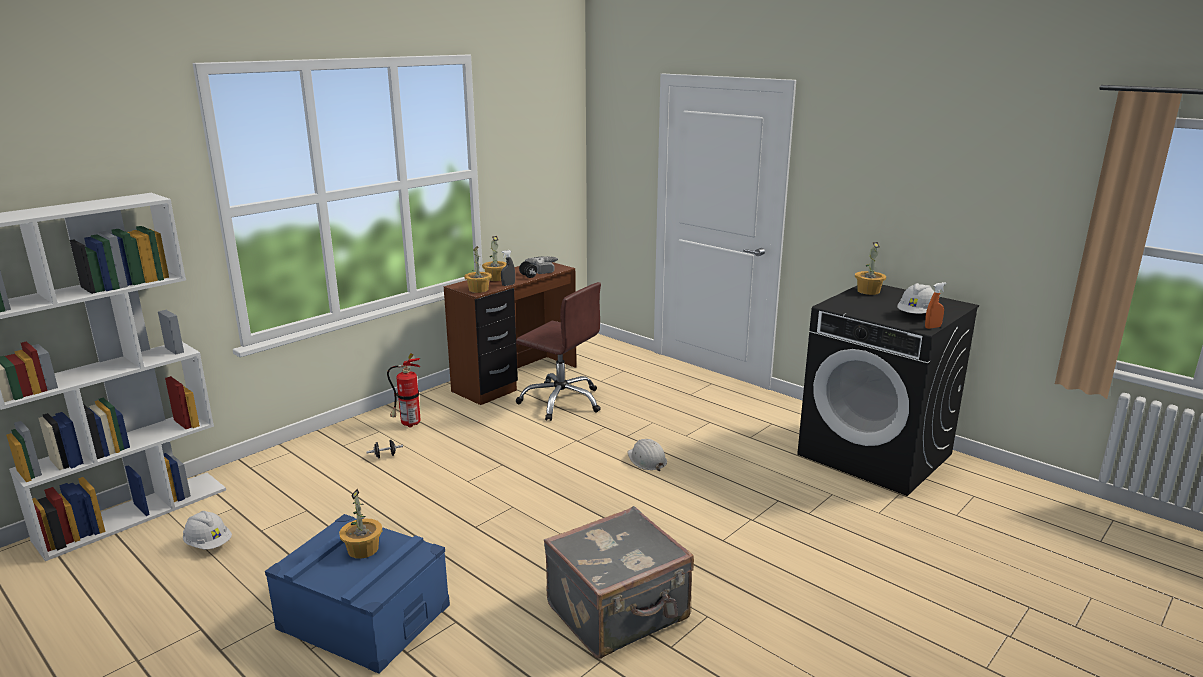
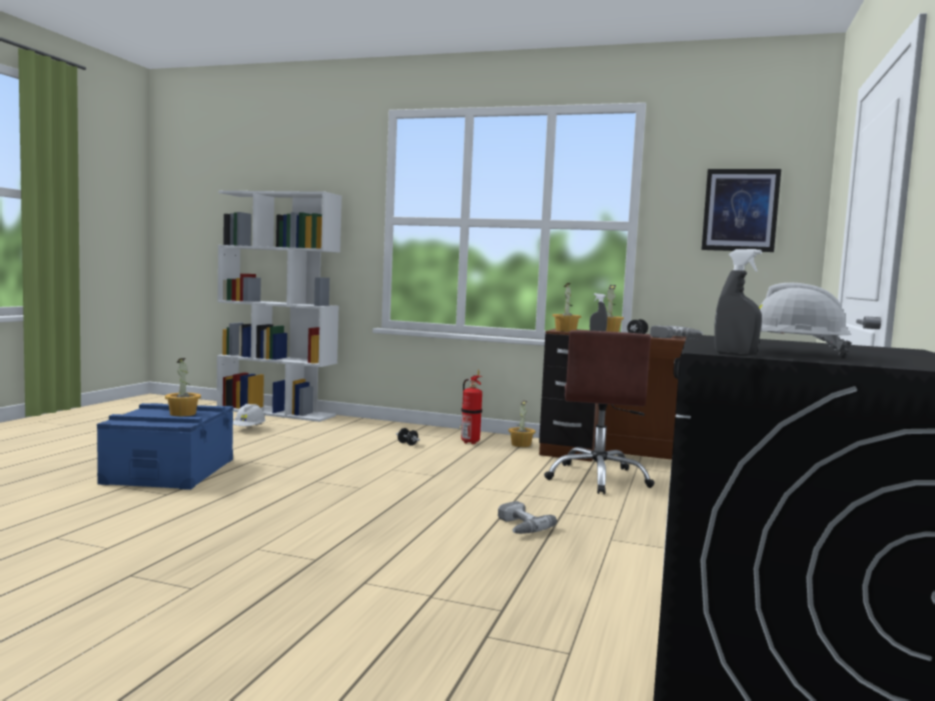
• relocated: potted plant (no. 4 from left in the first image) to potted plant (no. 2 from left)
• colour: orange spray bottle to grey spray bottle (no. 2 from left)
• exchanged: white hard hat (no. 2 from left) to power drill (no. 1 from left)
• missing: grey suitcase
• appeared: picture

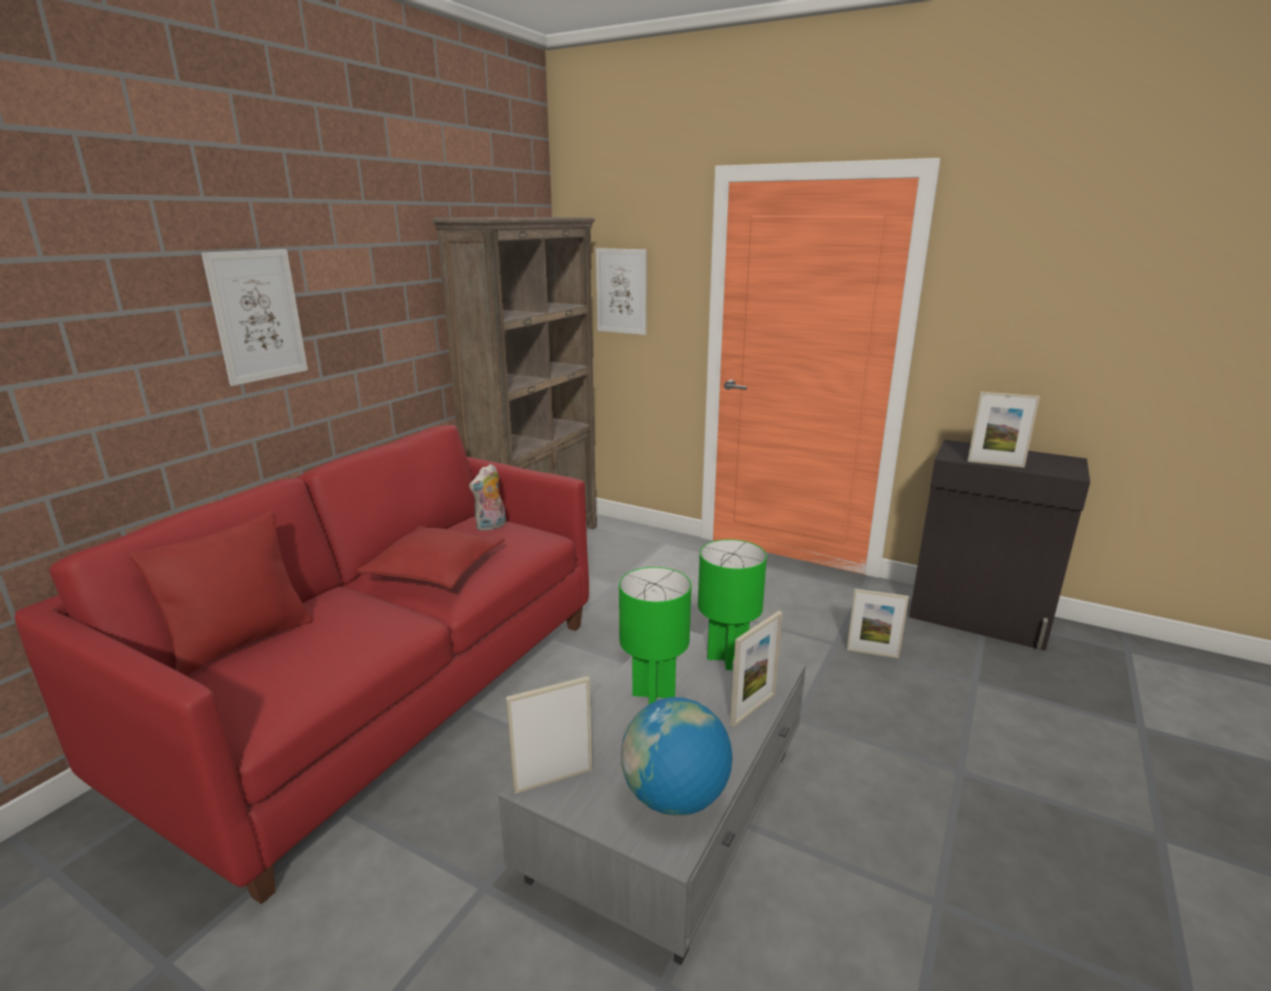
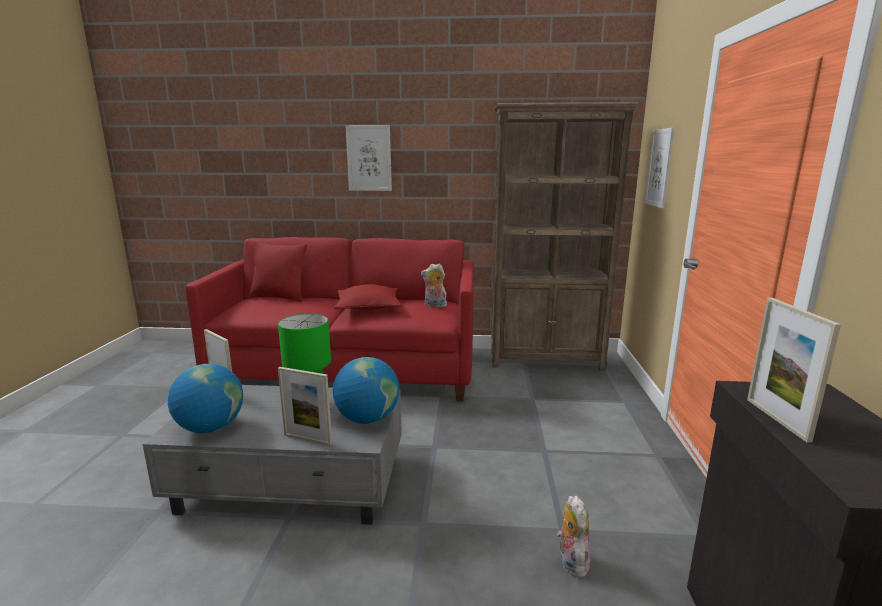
• exchanged: green table lamp (no. 2 from left) to globe (no. 2 from left)
• exchanged: picture frame (no. 3 from left) to plush toy (no. 2 from left)

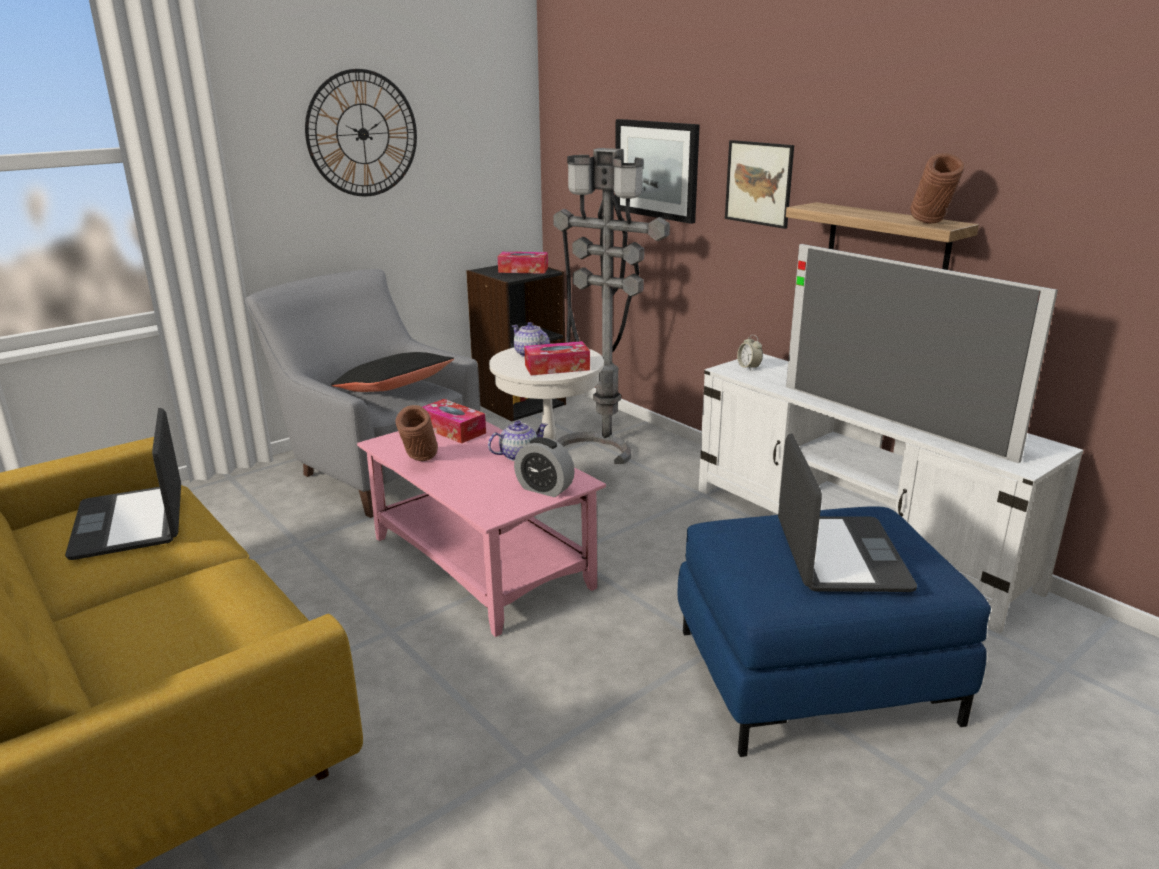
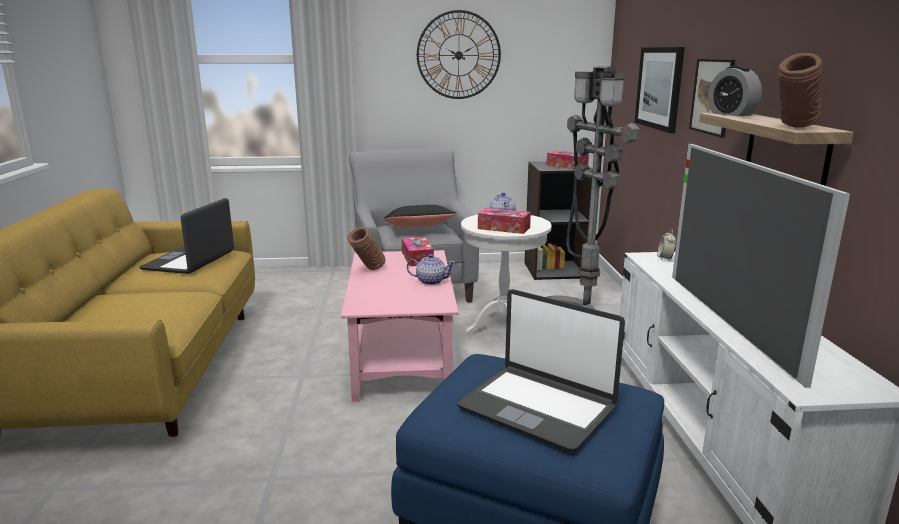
• spun: laptop (no. 2 from left) 90 degrees clockwise
• relocated: alarm clock (no. 1 from left in the first image) to alarm clock (no. 2 from left)

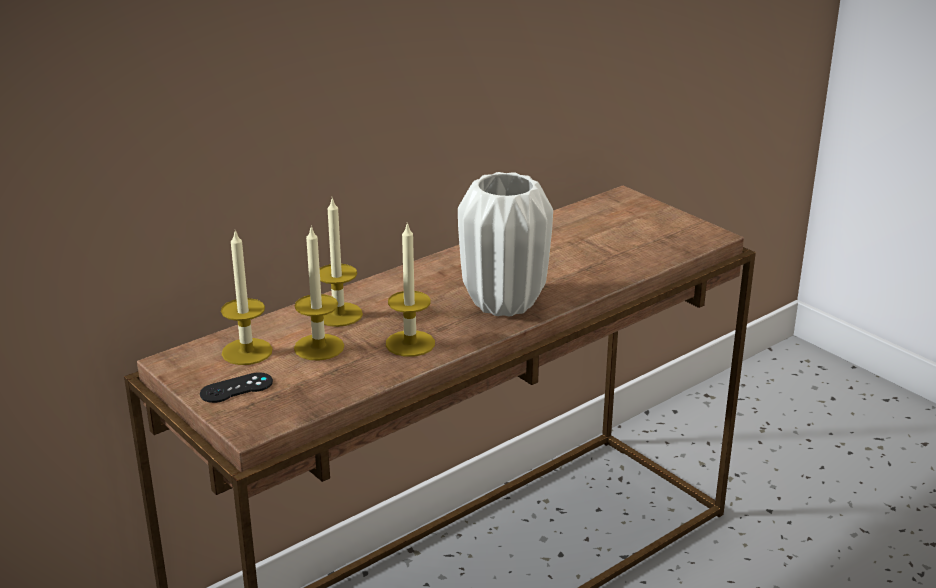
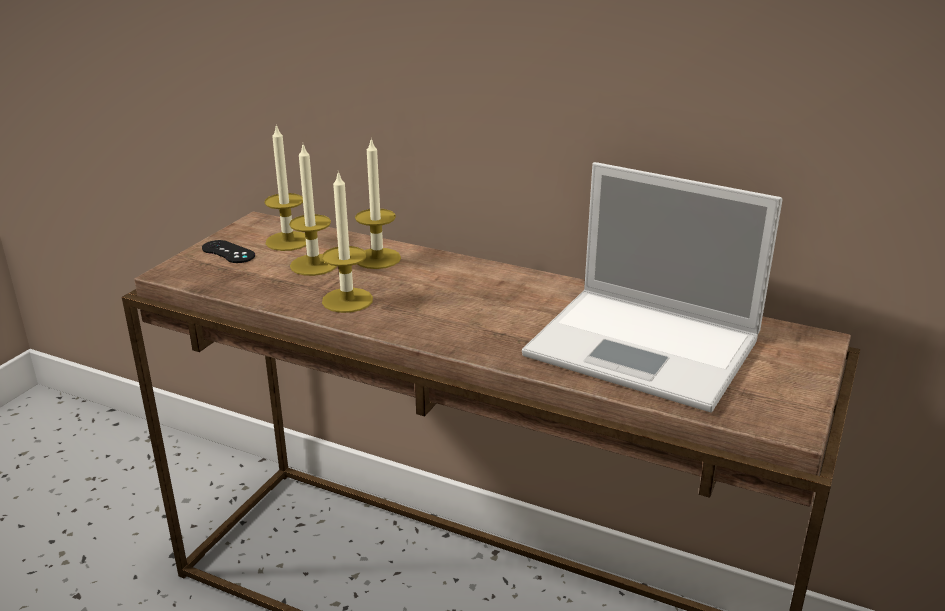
• missing: white vase
• appeared: laptop

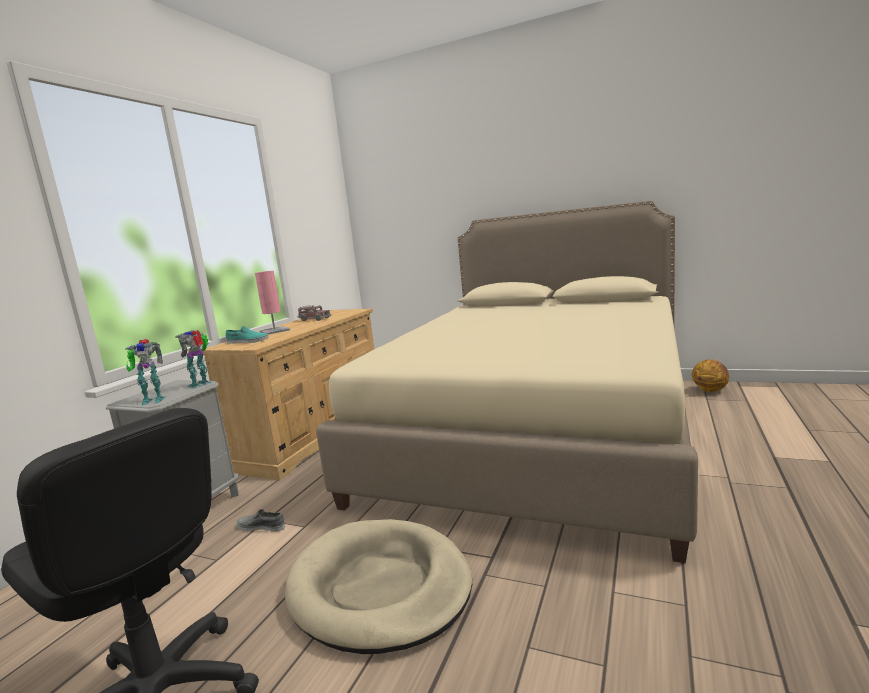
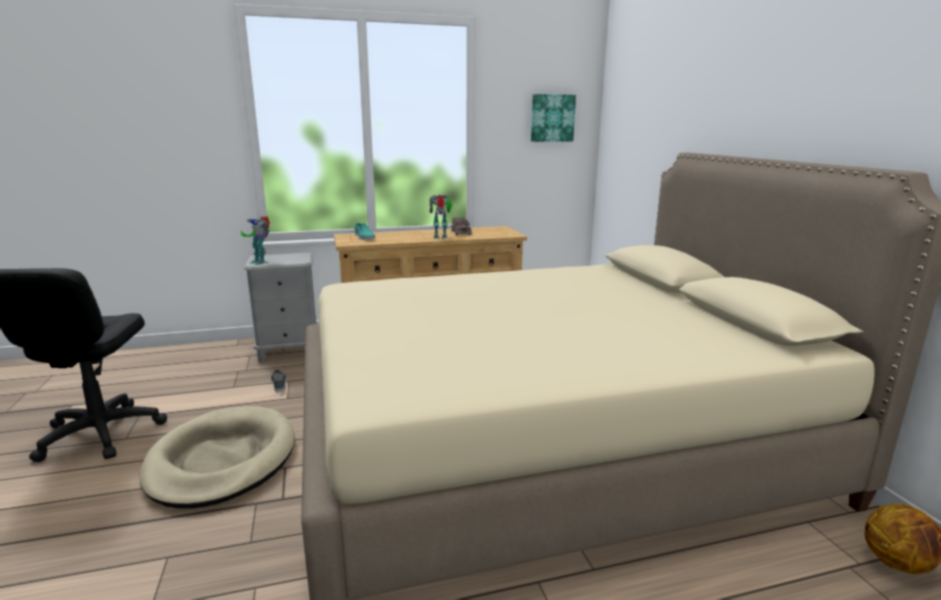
• missing: pink table lamp
• relocated: toy robot (no. 2 from left)
• appeared: picture

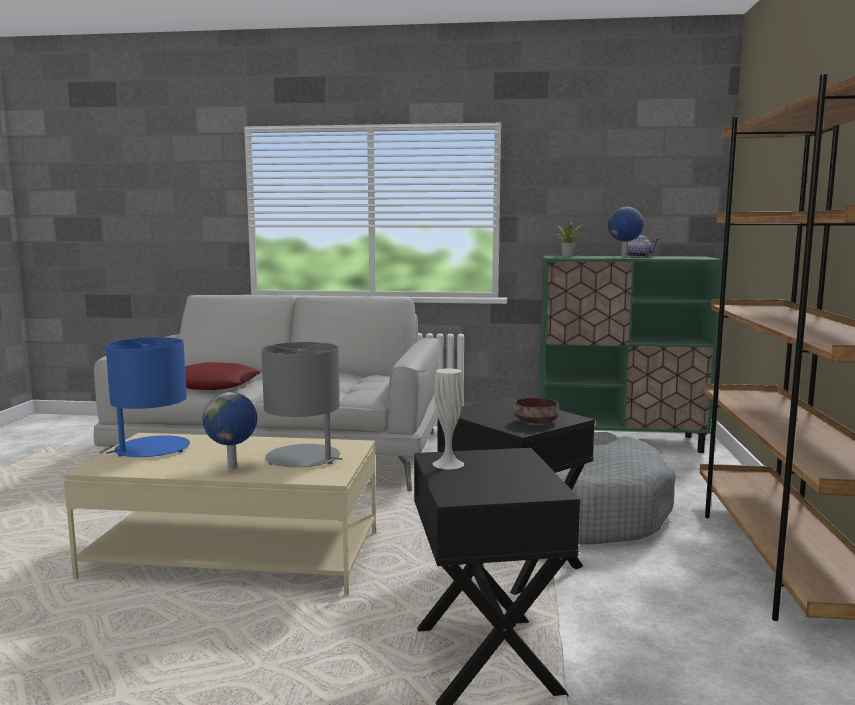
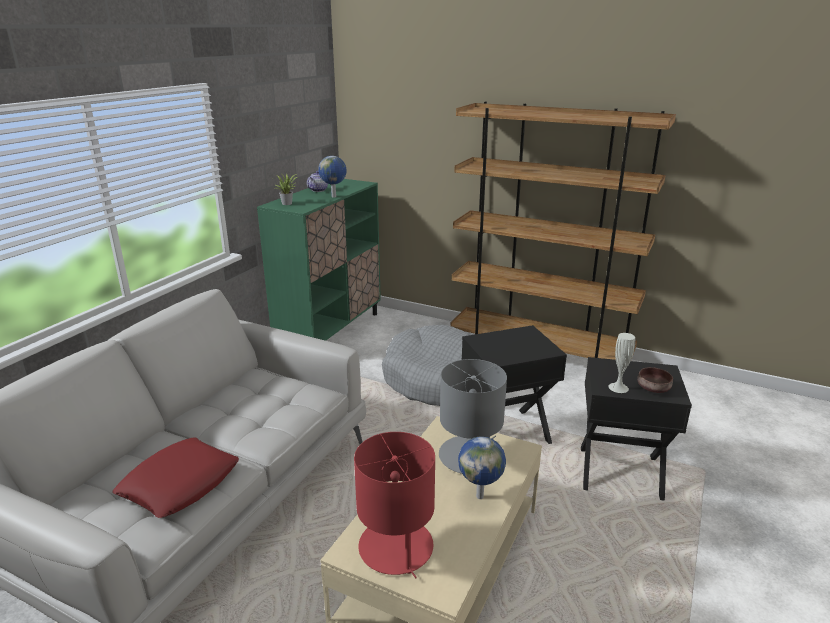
• colour: blue table lamp to red table lamp
• relocated: brown bowl

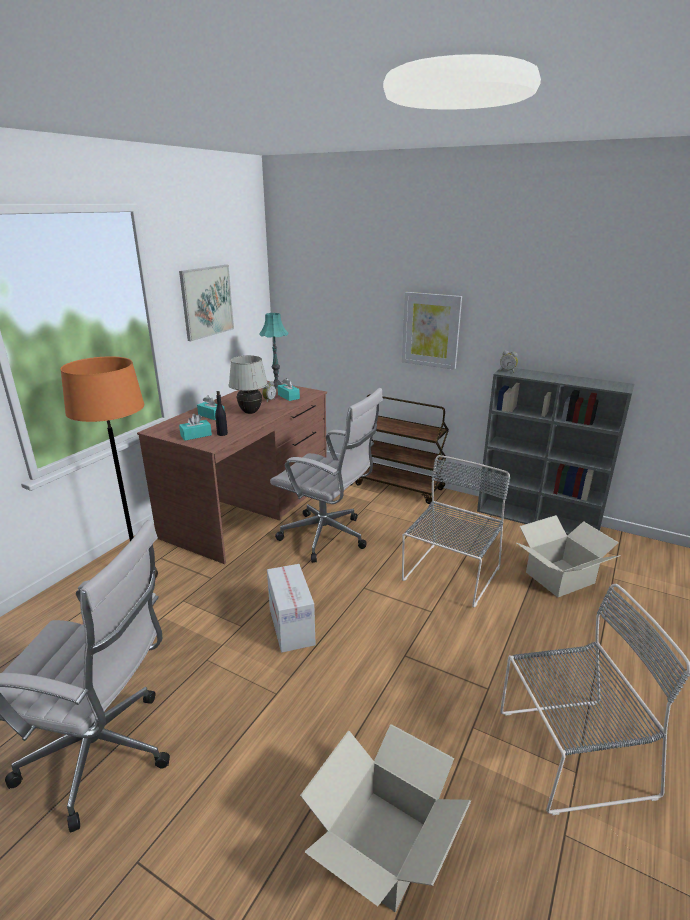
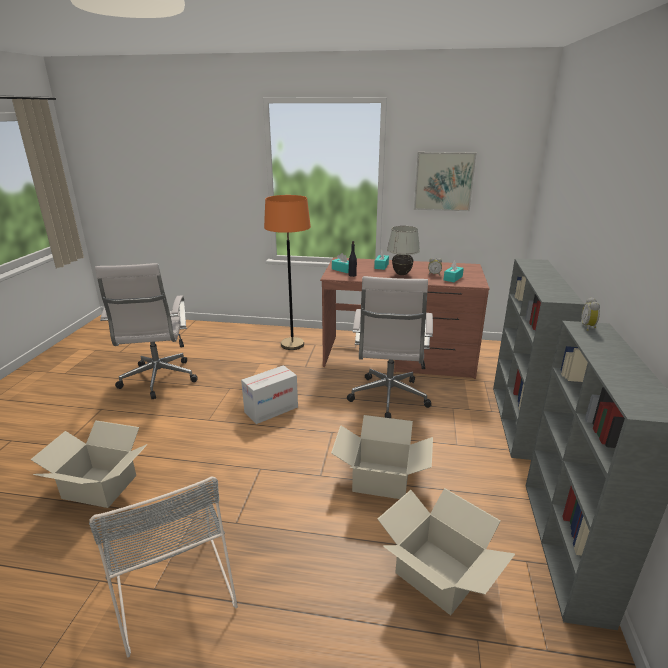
• missing: picture (no. 2 from left)
• missing: turquoise table lamp
• exchanged: brown cart to grey bookcase (no. 1 from left)
• exchanged: grey chair (no. 1 from left) to cardboard box (no. 3 from left)

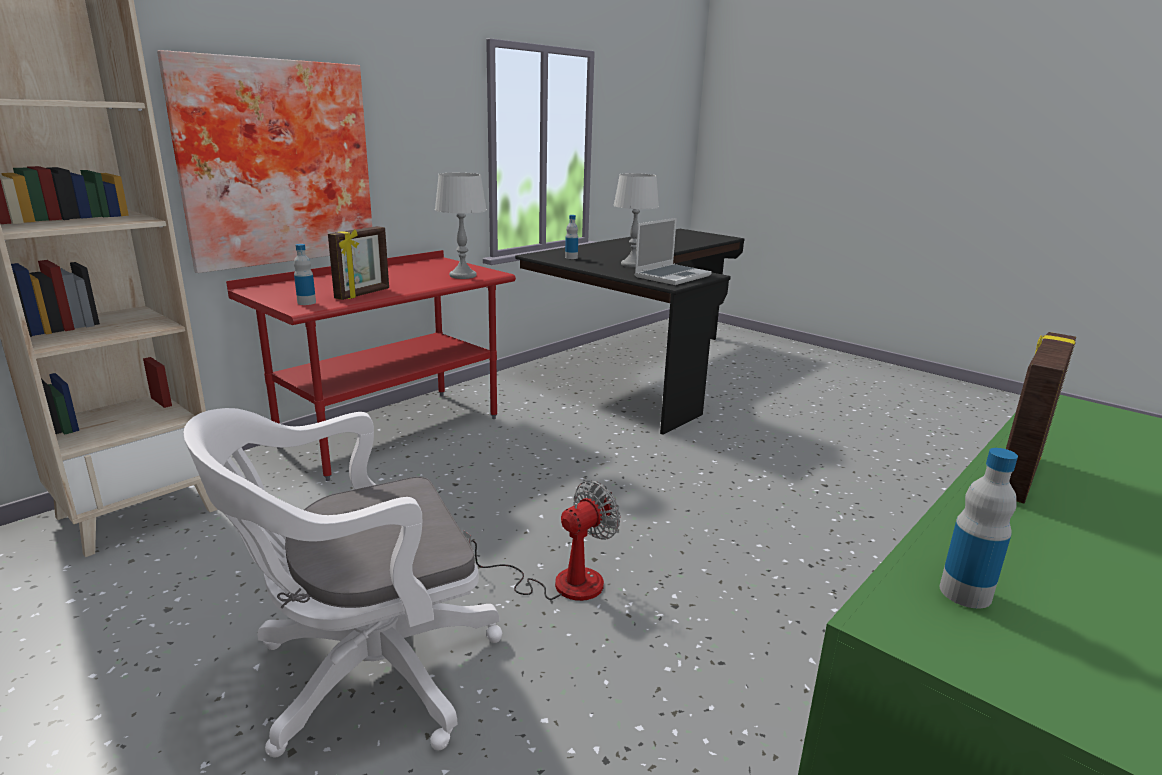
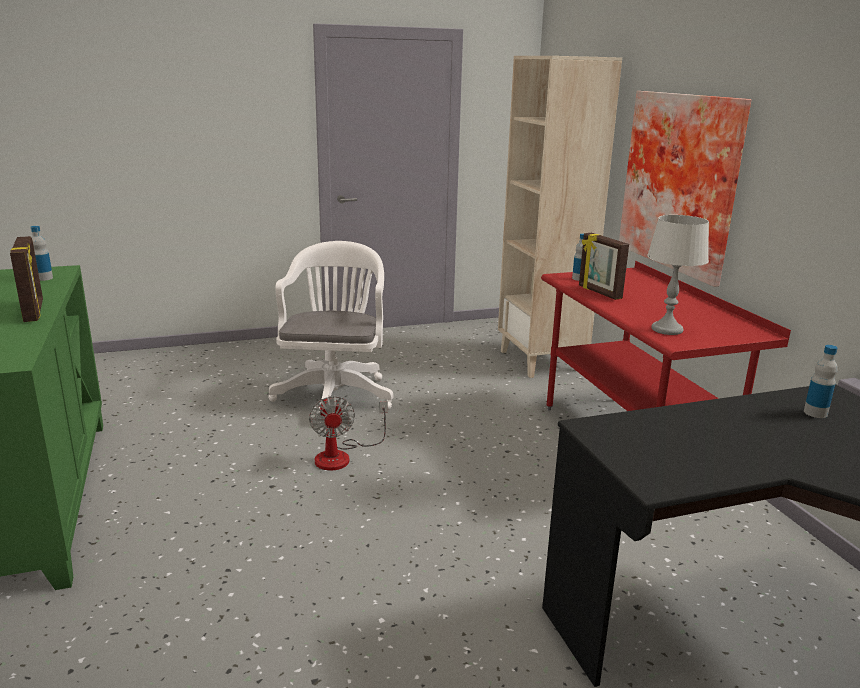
• missing: grey table lamp (no. 2 from left)
• missing: laptop

